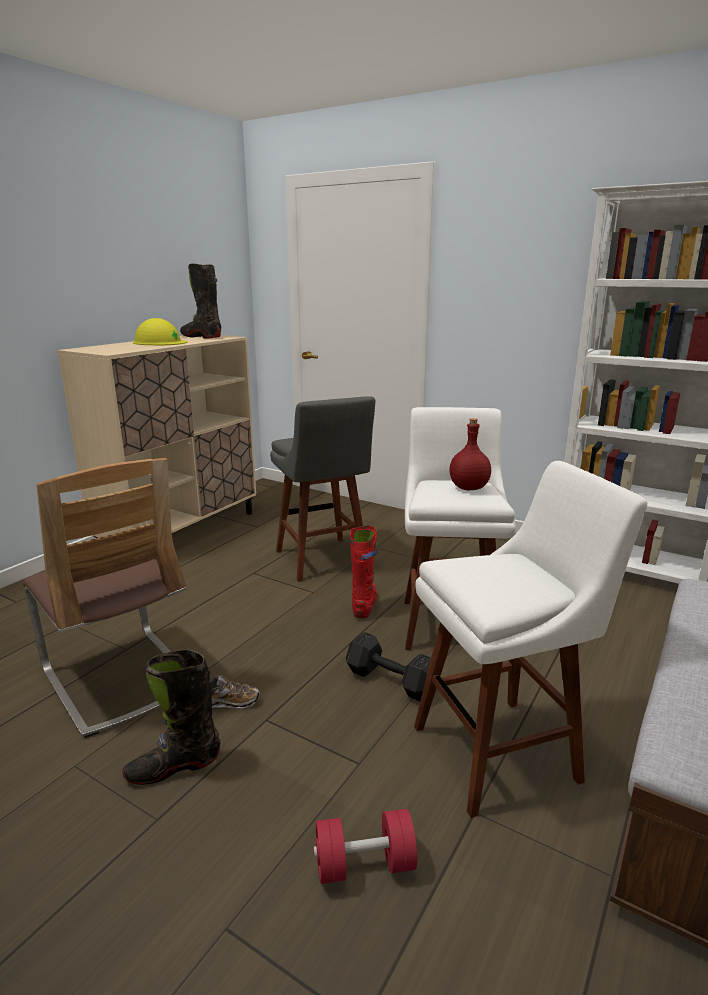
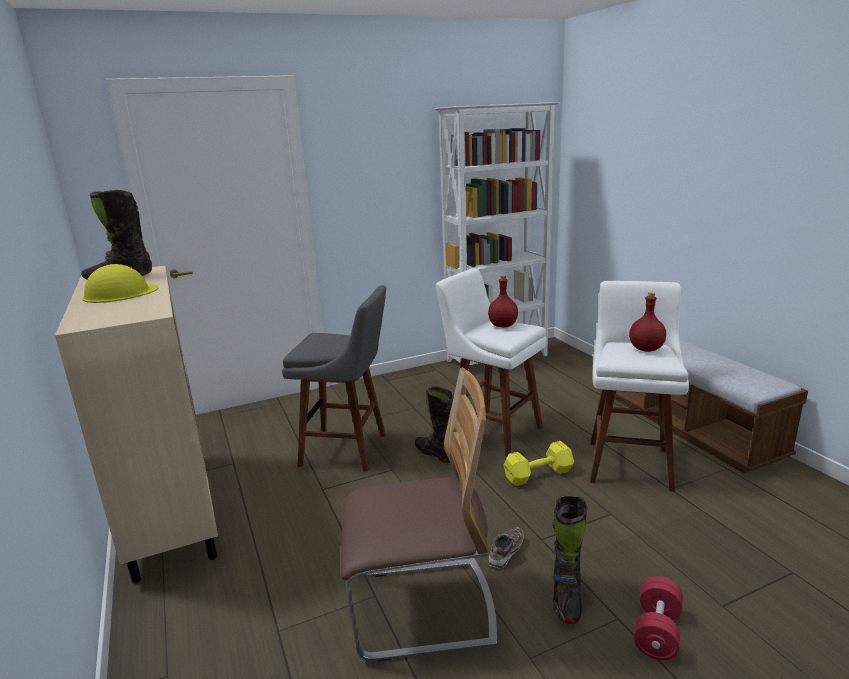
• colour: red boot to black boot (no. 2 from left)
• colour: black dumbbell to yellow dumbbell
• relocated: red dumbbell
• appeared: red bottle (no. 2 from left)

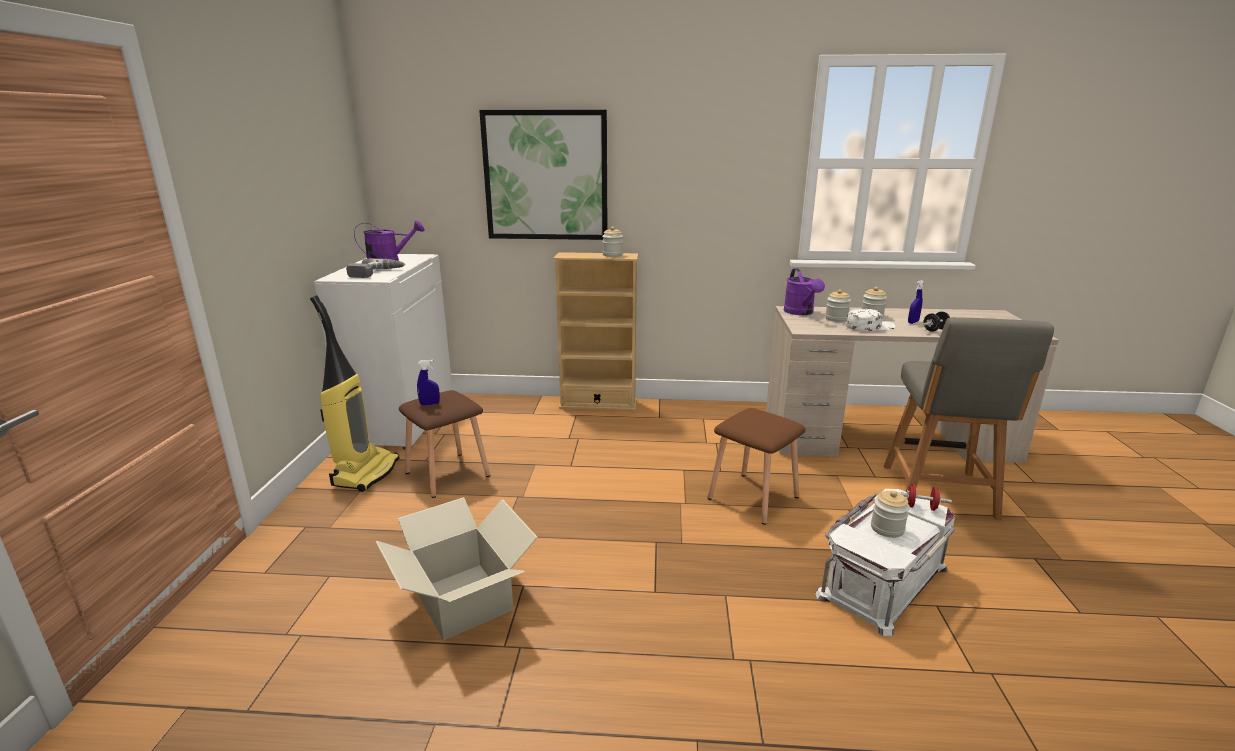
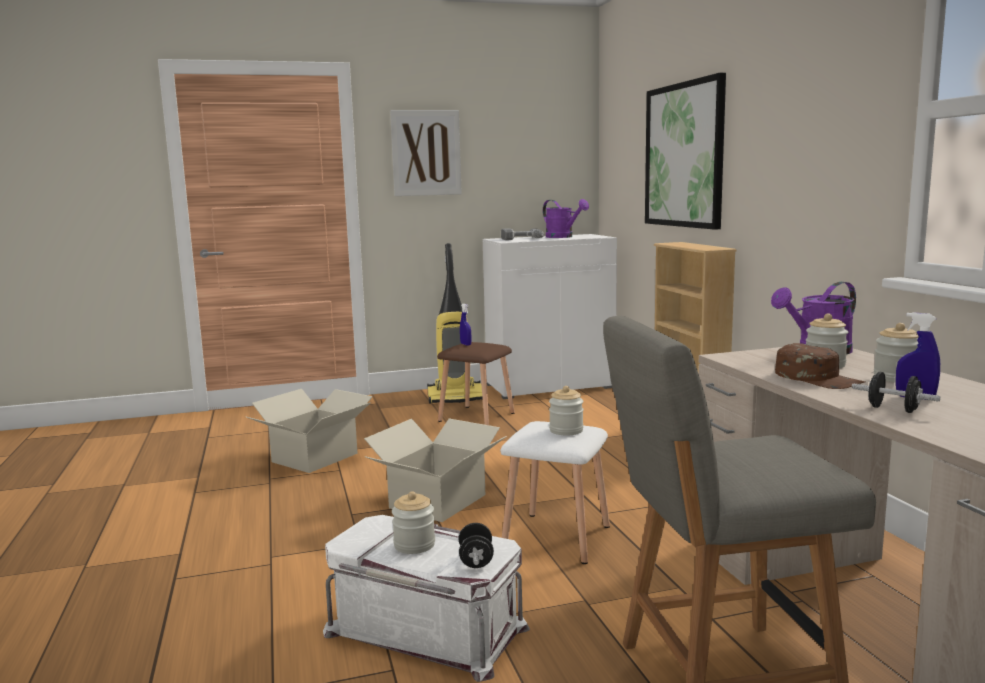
• relocated: jar (no. 1 from left in the first image) to jar (no. 2 from left)
• colour: white cap to brown cap
• colour: brown stool (no. 2 from left) to white stool
• colour: red dumbbell to black dumbbell (no. 1 from left)
• appeared: picture (no. 1 from left)
• appeared: cardboard box (no. 2 from left)

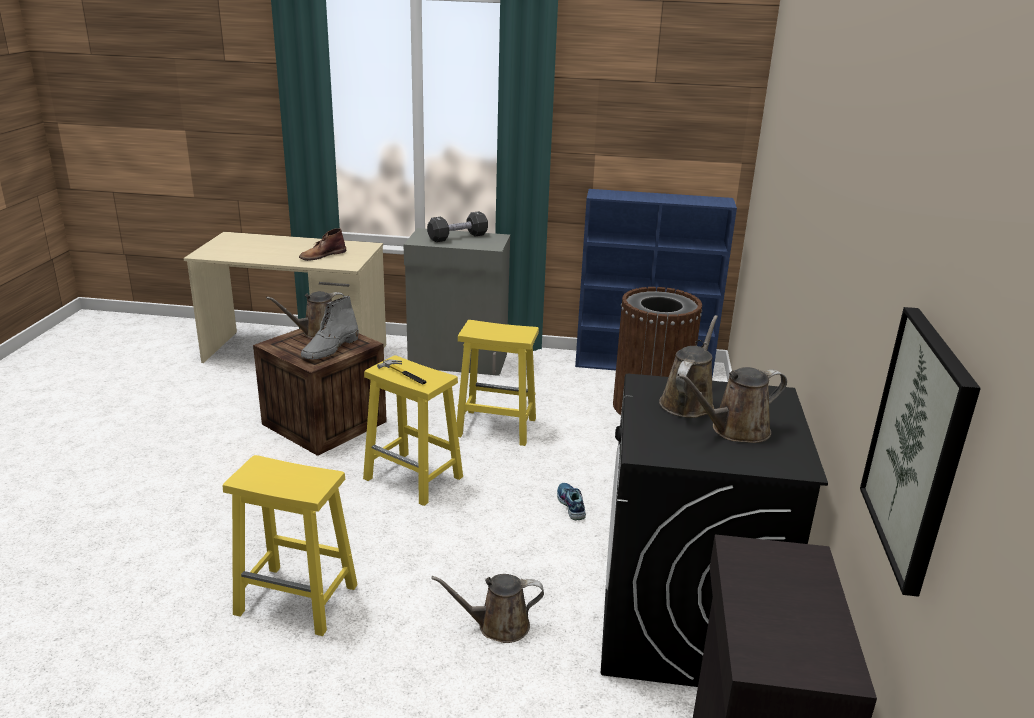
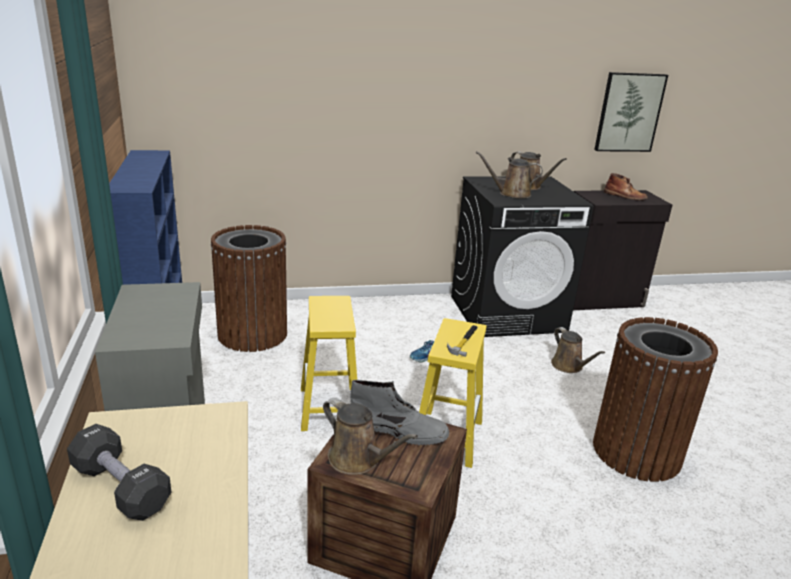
• relocated: black dumbbell
• relocated: brown boot
• exchanged: yellow stool (no. 1 from left) to brown trash can (no. 2 from left)

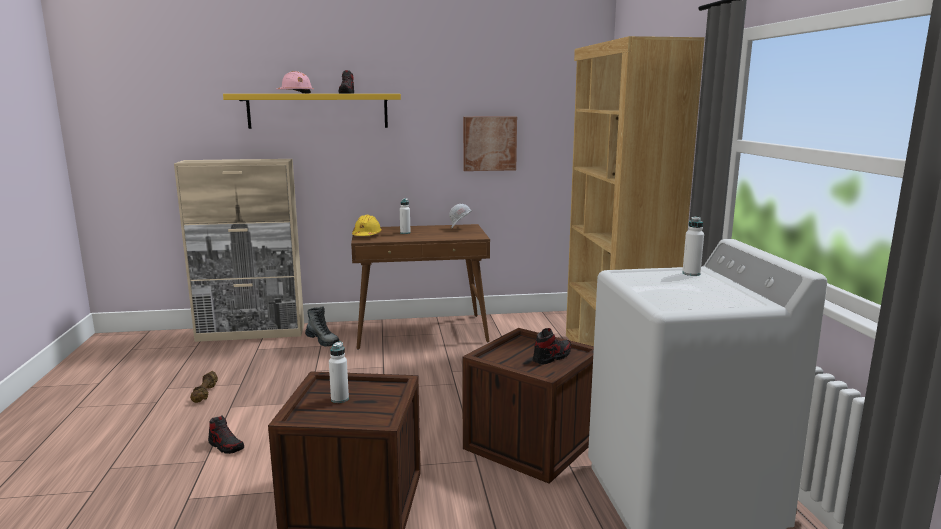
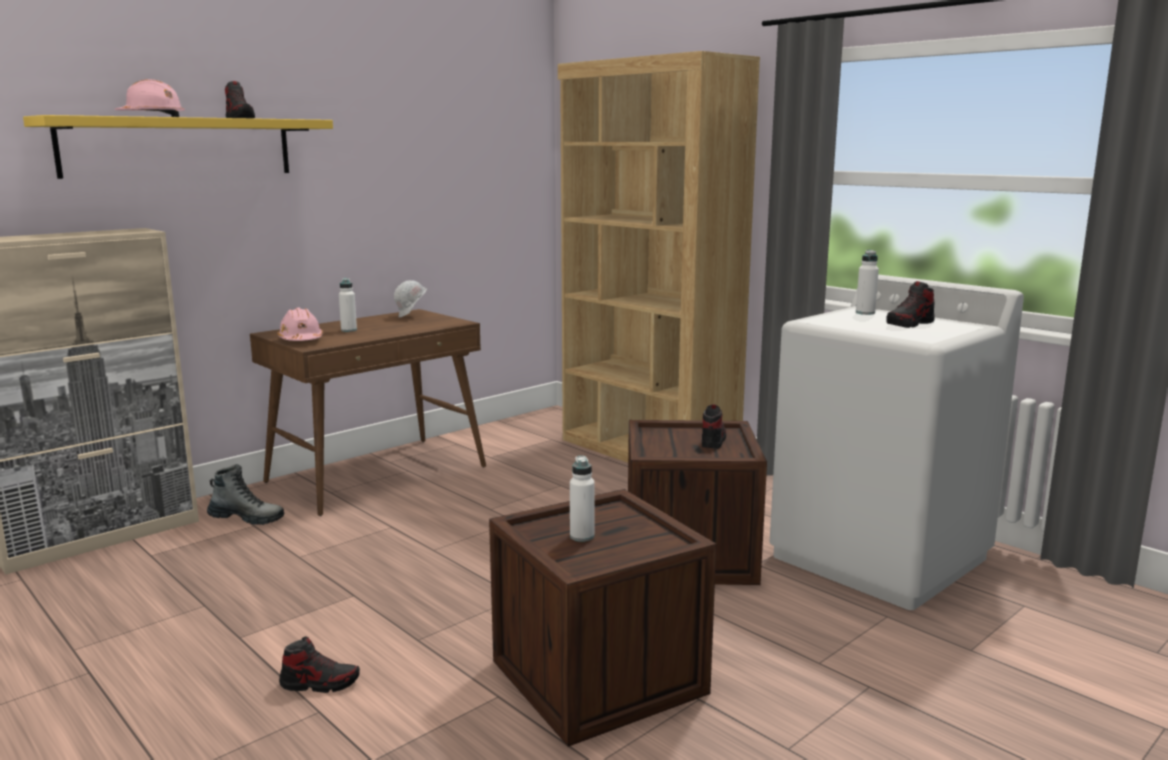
• missing: picture
• colour: yellow hard hat to pink hard hat (no. 2 from left)
• missing: brown dumbbell
• appeared: shoe (no. 4 from left)

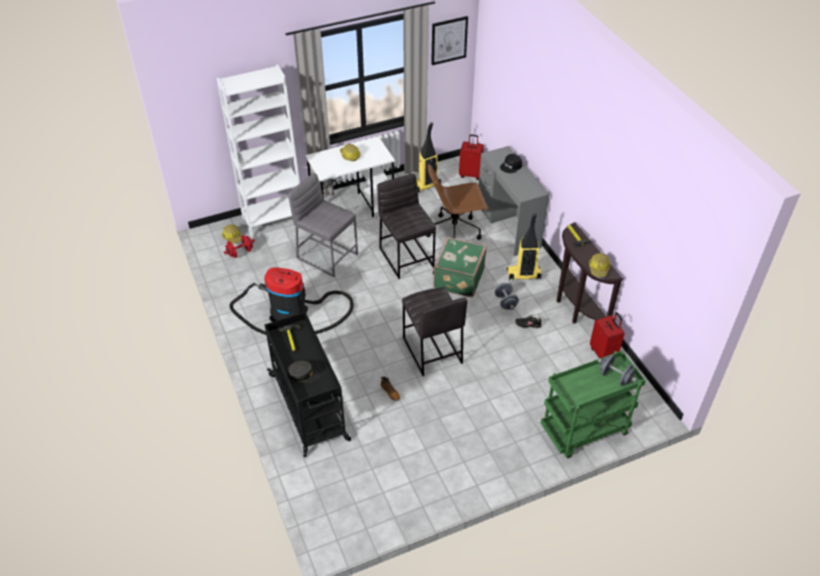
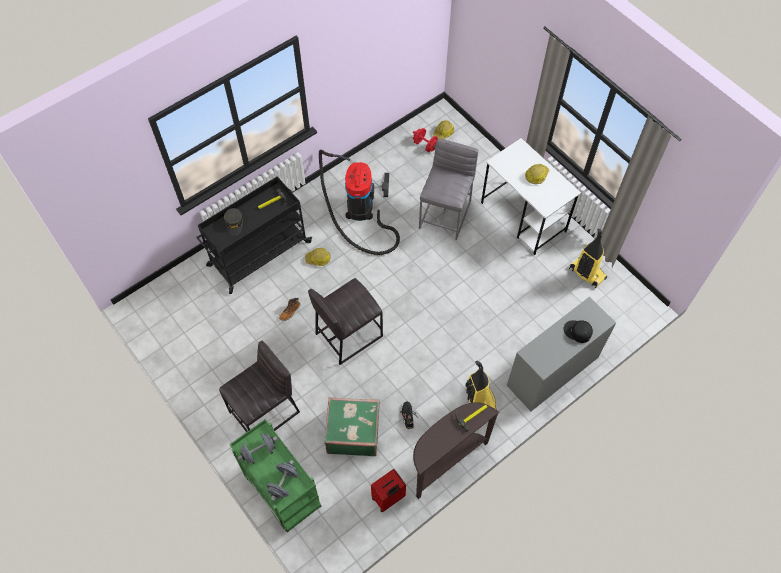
• missing: picture
• missing: white bookcase
• missing: red suitcase (no. 1 from left)
• missing: brown office chair
• relocated: grey stool (no. 2 from left in the first image) to grey stool (no. 1 from left)
• relocated: green suitcase
• relocated: hard hat (no. 3 from left in the first image) to hard hat (no. 1 from left)
• relocated: grey dumbbell (no. 1 from left)

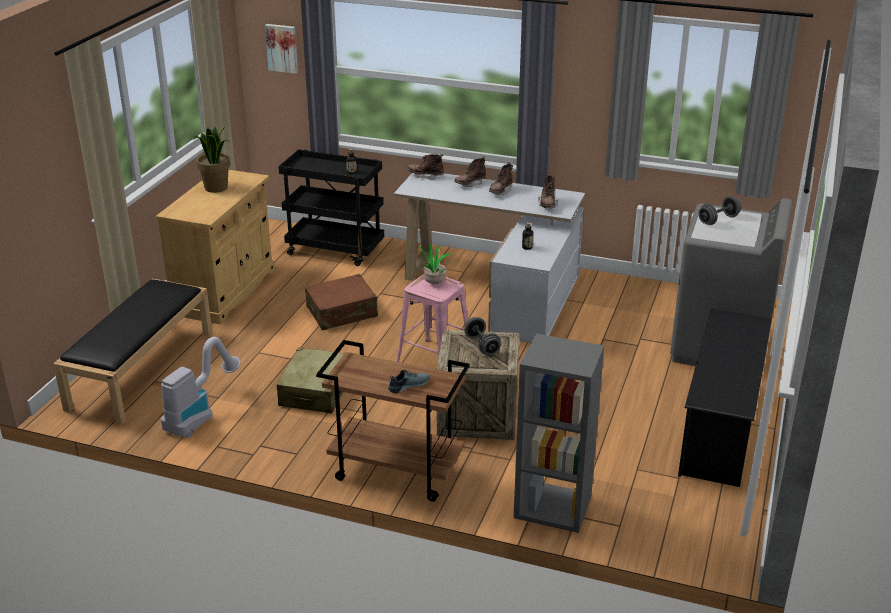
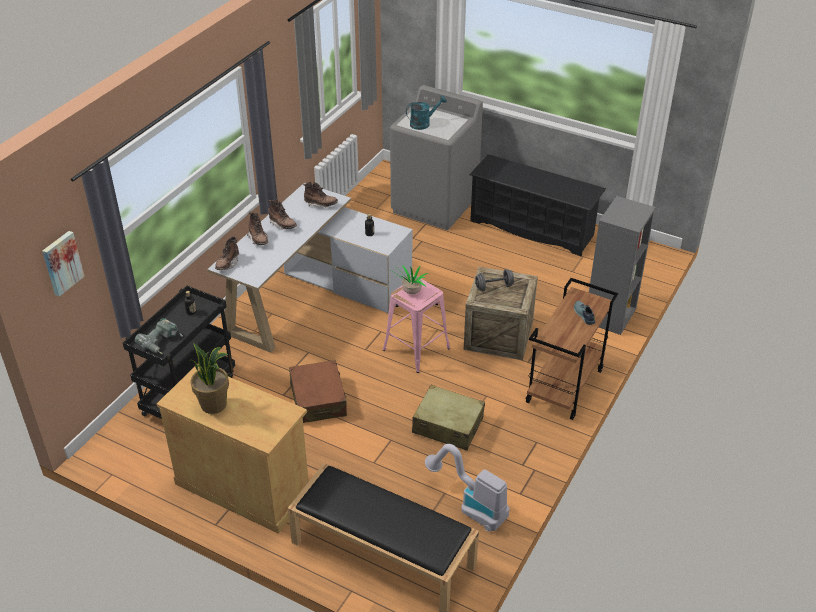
• exchanged: grey dumbbell (no. 2 from left) to turquoise watering can
• appeared: power drill

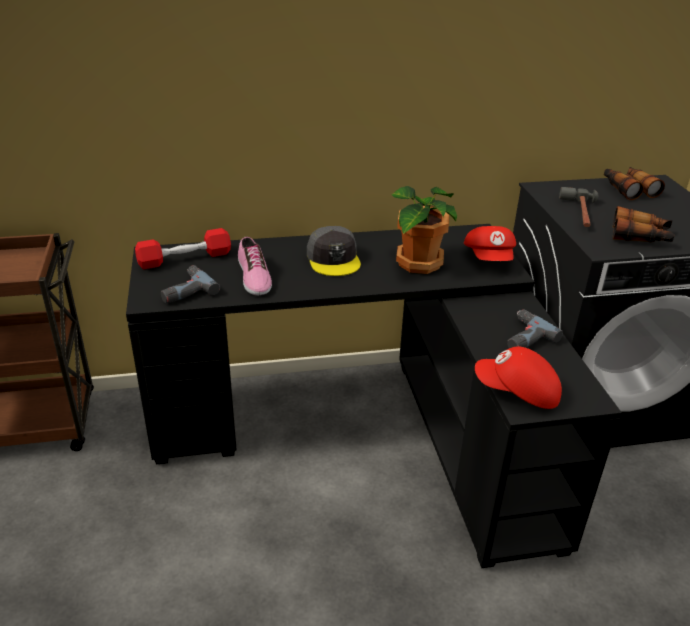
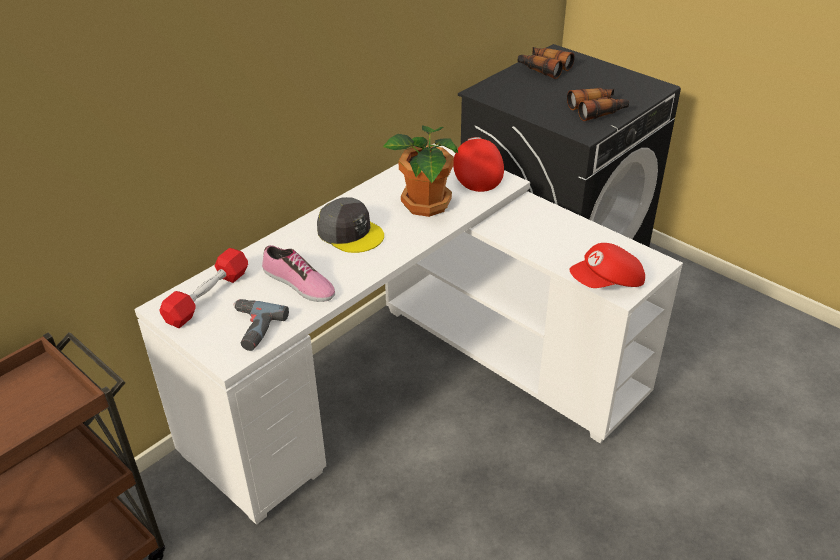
• missing: hammer
• colour: black desk to white desk
• spun: red cap (no. 1 from left) 150 degrees counterclockwise
• missing: power drill (no. 2 from left)

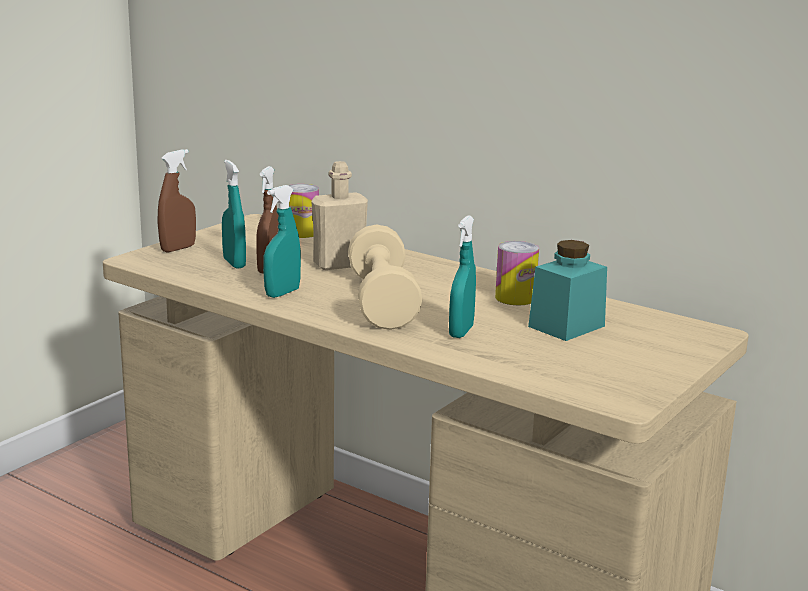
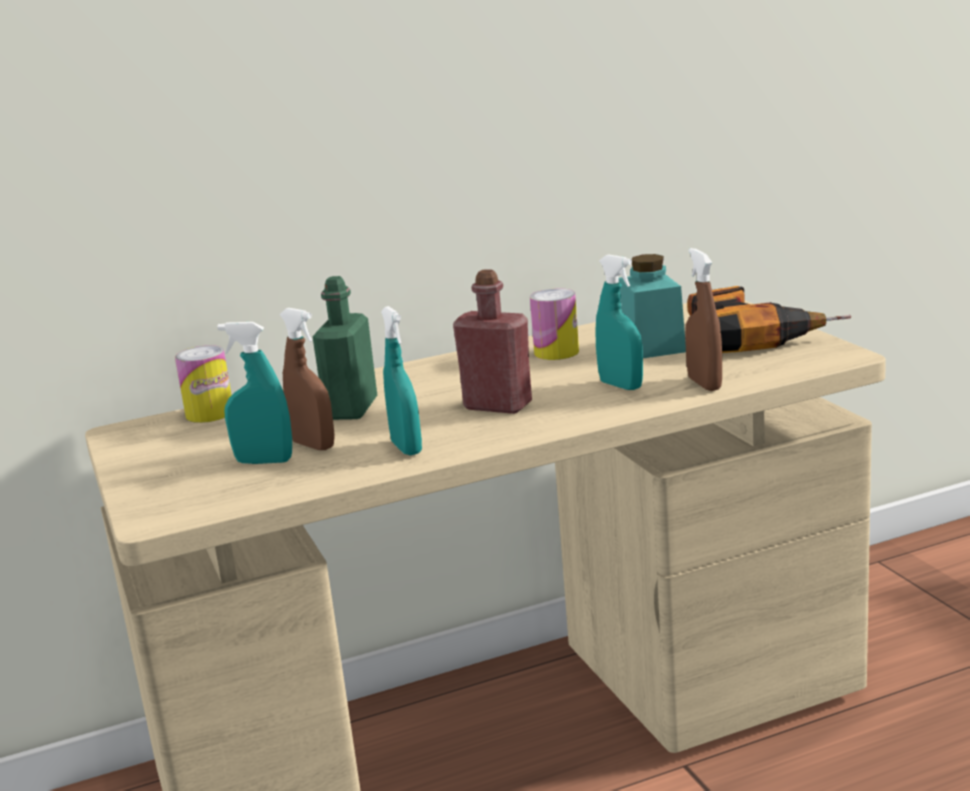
• relocated: brown spray bottle (no. 1 from left in the first image) to brown spray bottle (no. 2 from left)
• colour: beige bottle to green bottle
• exchanged: beige dumbbell to red bottle
• appeared: power drill

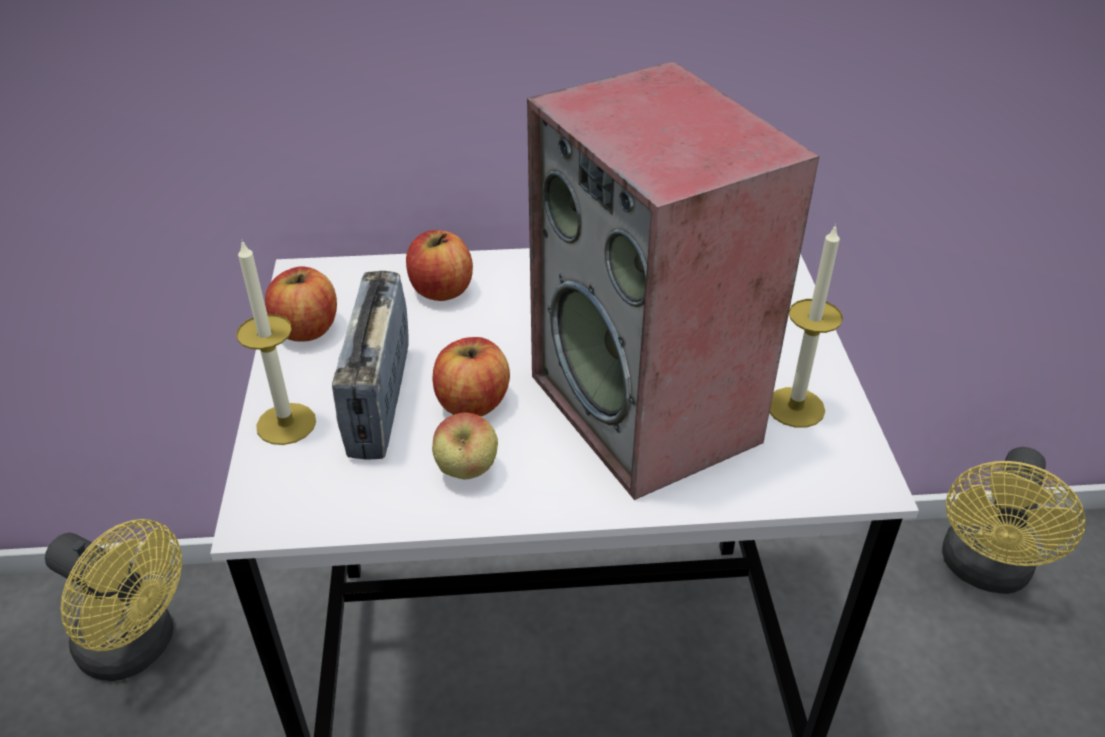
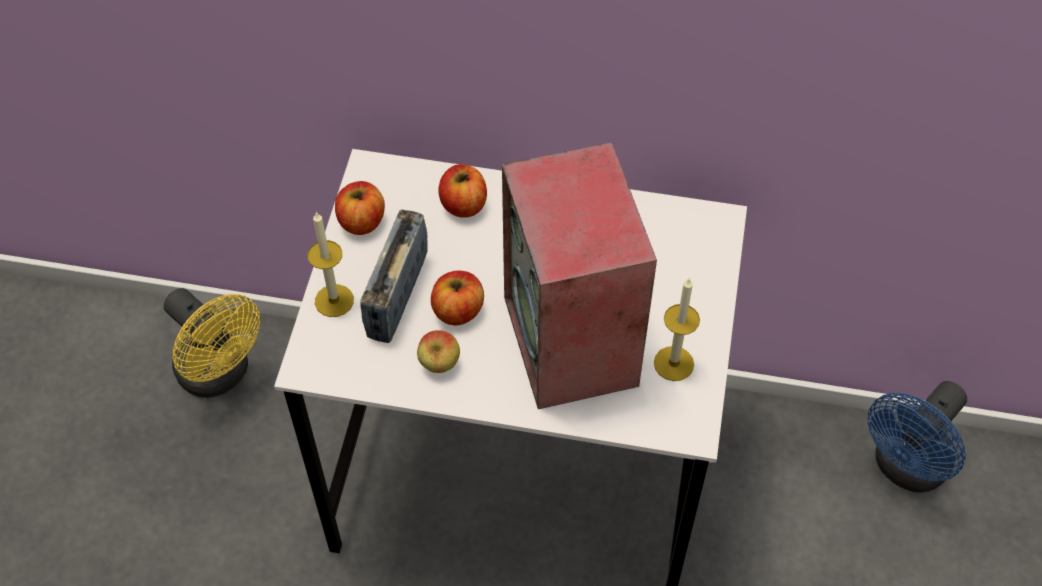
• colour: yellow fan (no. 2 from left) to blue fan

